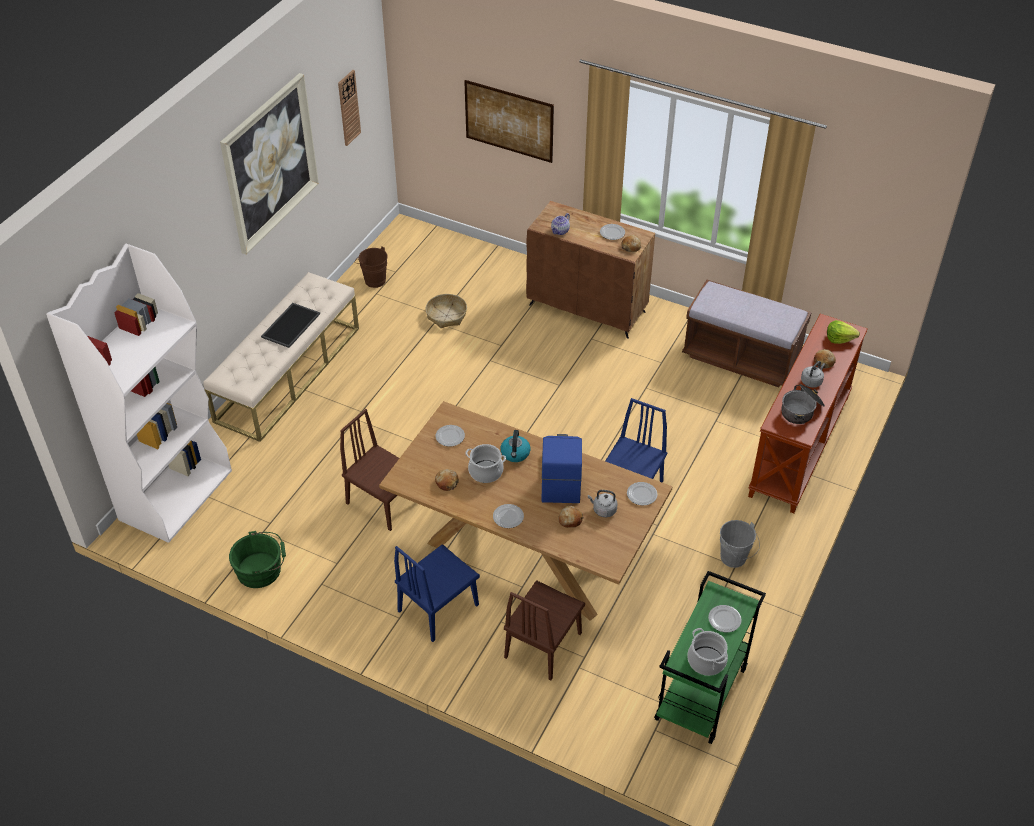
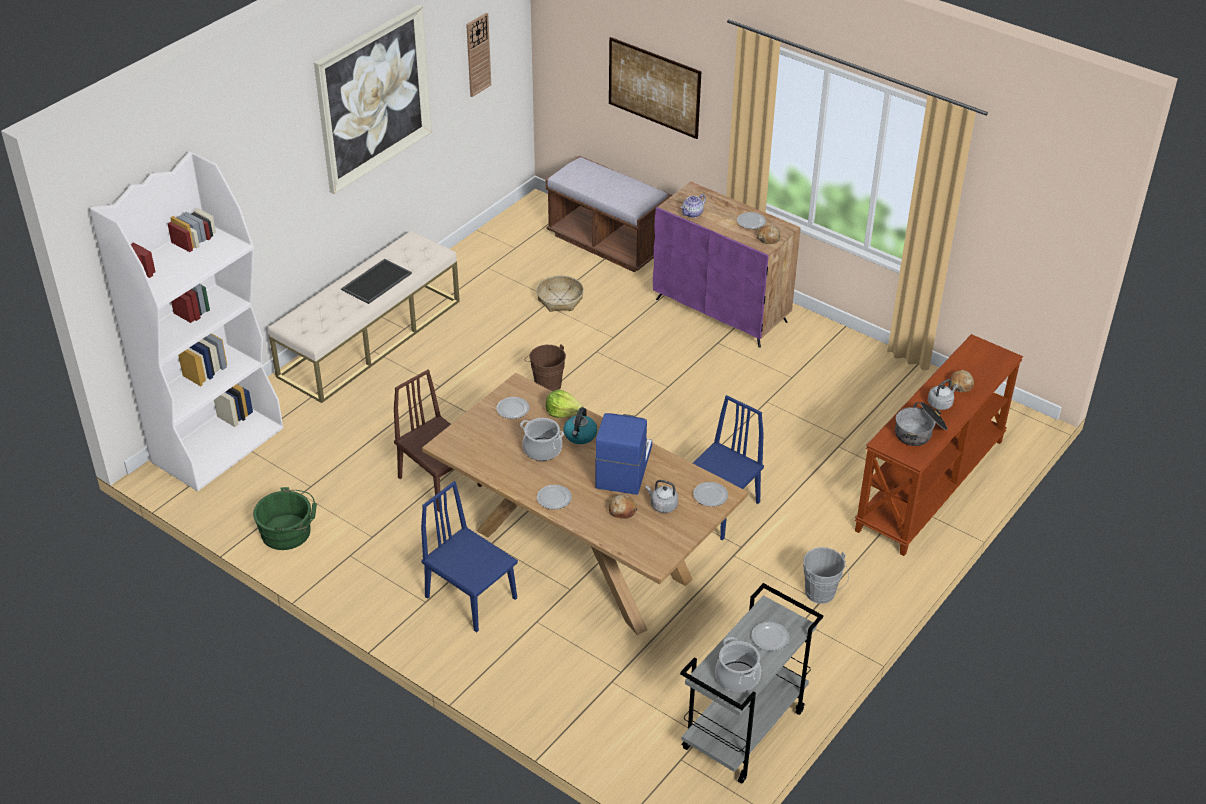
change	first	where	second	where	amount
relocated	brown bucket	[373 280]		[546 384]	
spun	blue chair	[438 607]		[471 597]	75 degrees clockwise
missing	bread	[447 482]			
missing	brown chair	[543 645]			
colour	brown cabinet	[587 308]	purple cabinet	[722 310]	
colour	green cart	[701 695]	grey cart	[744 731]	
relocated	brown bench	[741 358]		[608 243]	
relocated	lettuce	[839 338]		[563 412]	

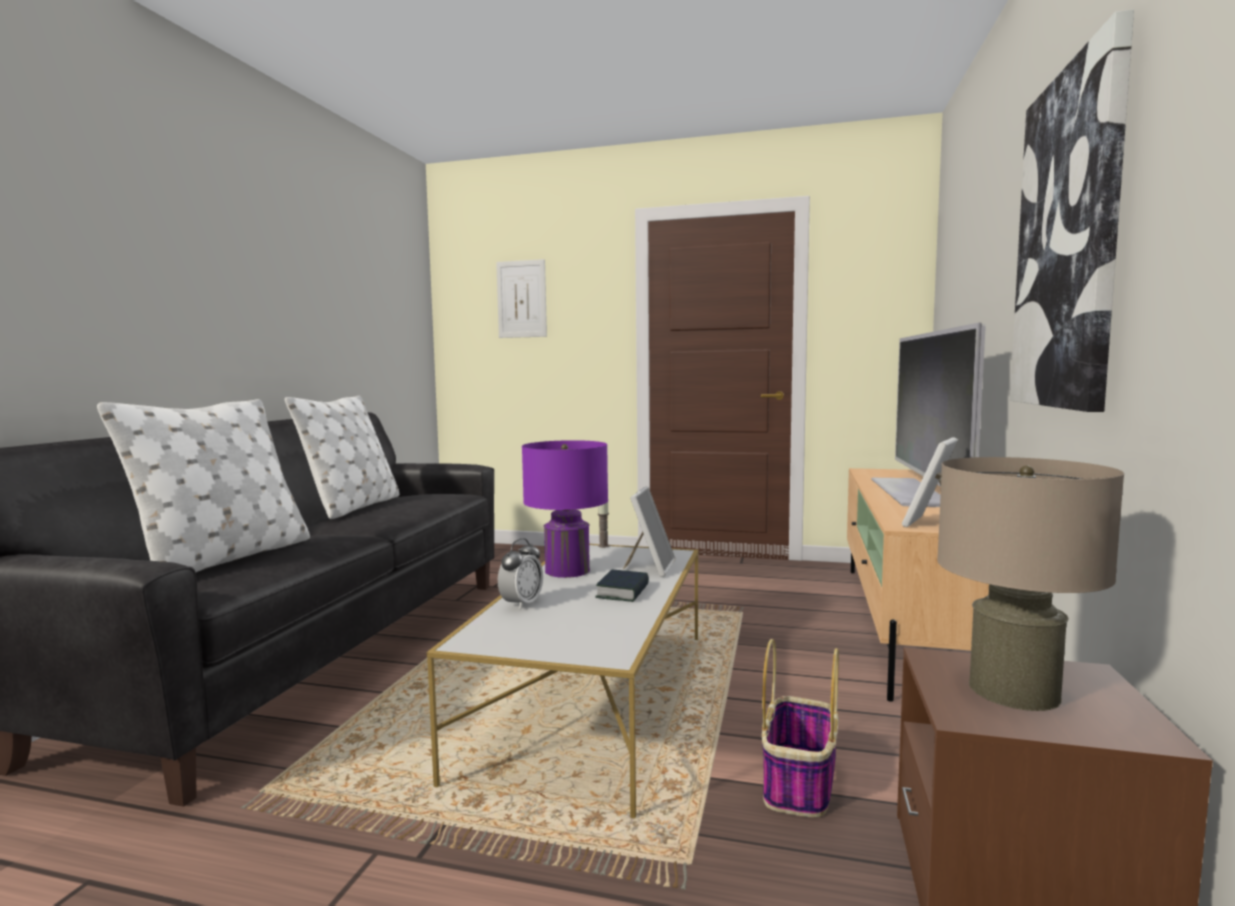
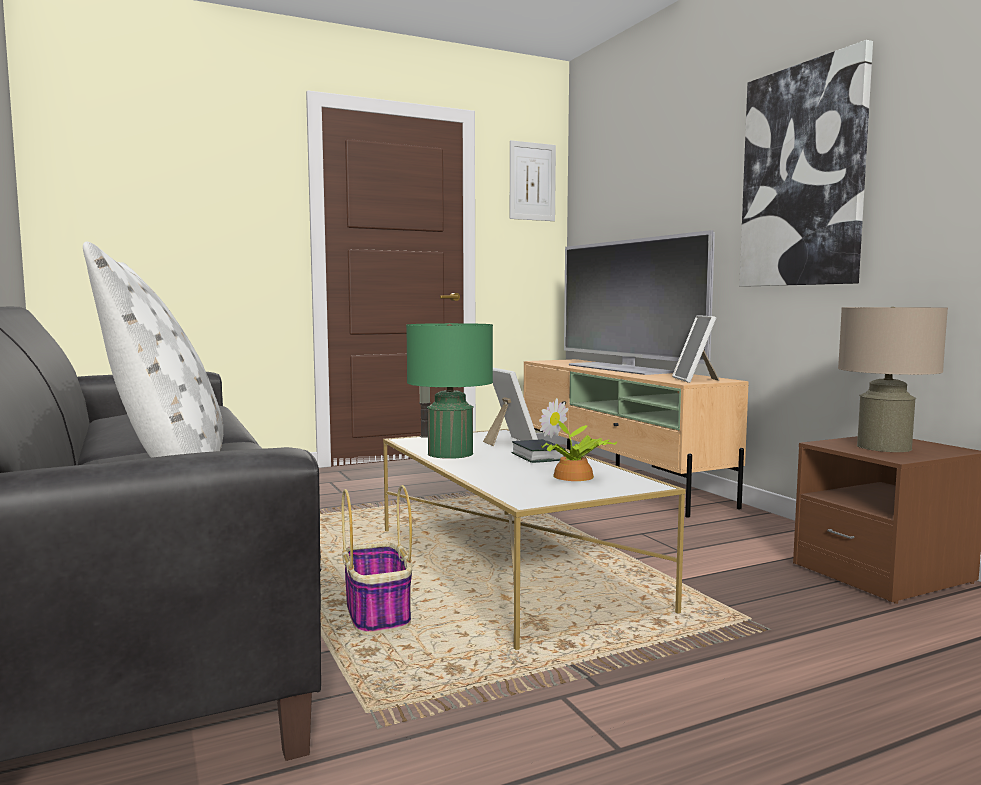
change	first	where	second	where	amount
missing	white pillow	[353 507]			
relocated	picture	[521 299]		[532 181]	
missing	alarm clock	[521 604]			
colour	purple table lamp	[567 570]	green table lamp	[450 453]	
relocated	basket	[799 784]		[378 614]	
appeared			potted plant	[573 477]	

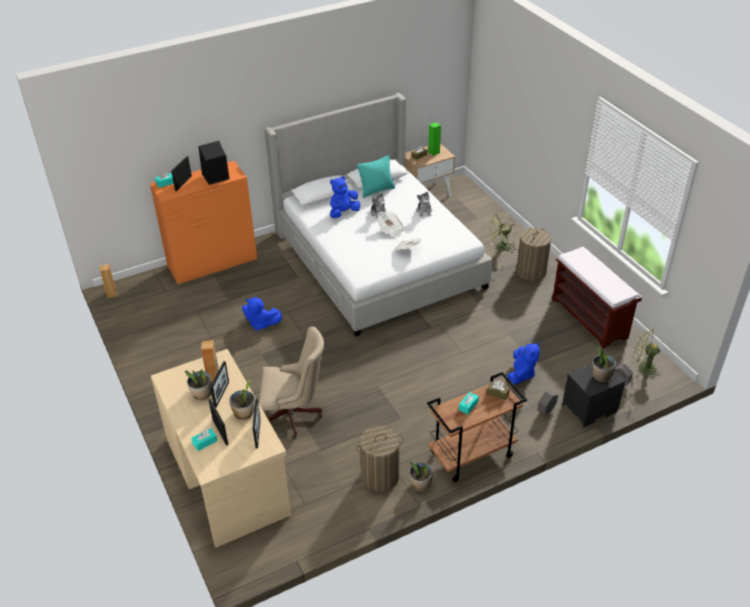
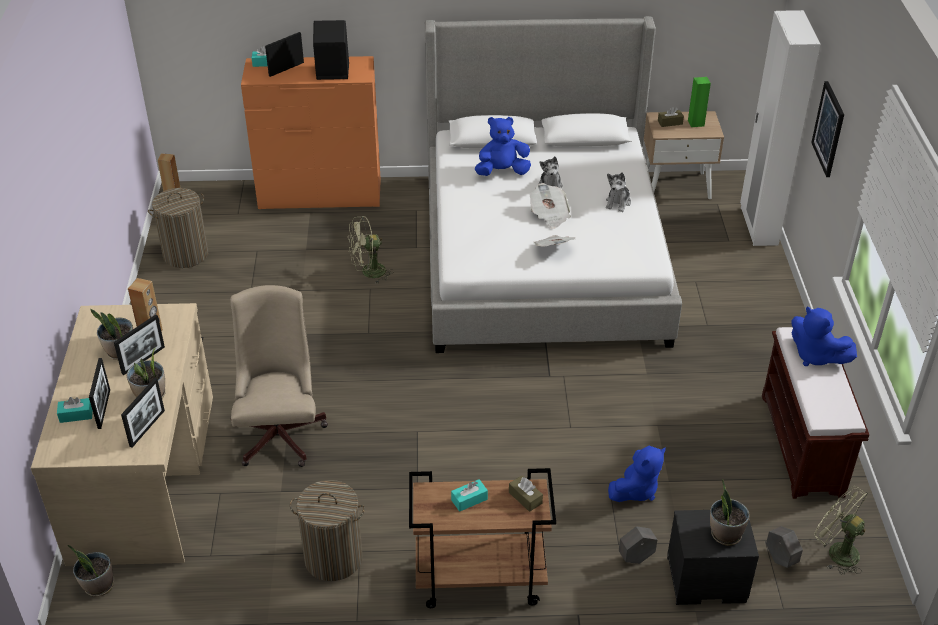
change	first	where	second	where	amount
relocated	blue plush toy	[261 324]		[815 356]	
spun	beige office chair	[294 415]		[280 431]	120 degrees counterclockwise
missing	turquoise pillow	[376 190]			
relocated	potted plant	[420 484]		[98 586]	
relocated	green fan	[501 248]		[368 273]	
relocated	laundry basket	[531 272]		[186 254]	
appeared			white wardrobe	[758 226]	
appeared			picture	[828 129]	

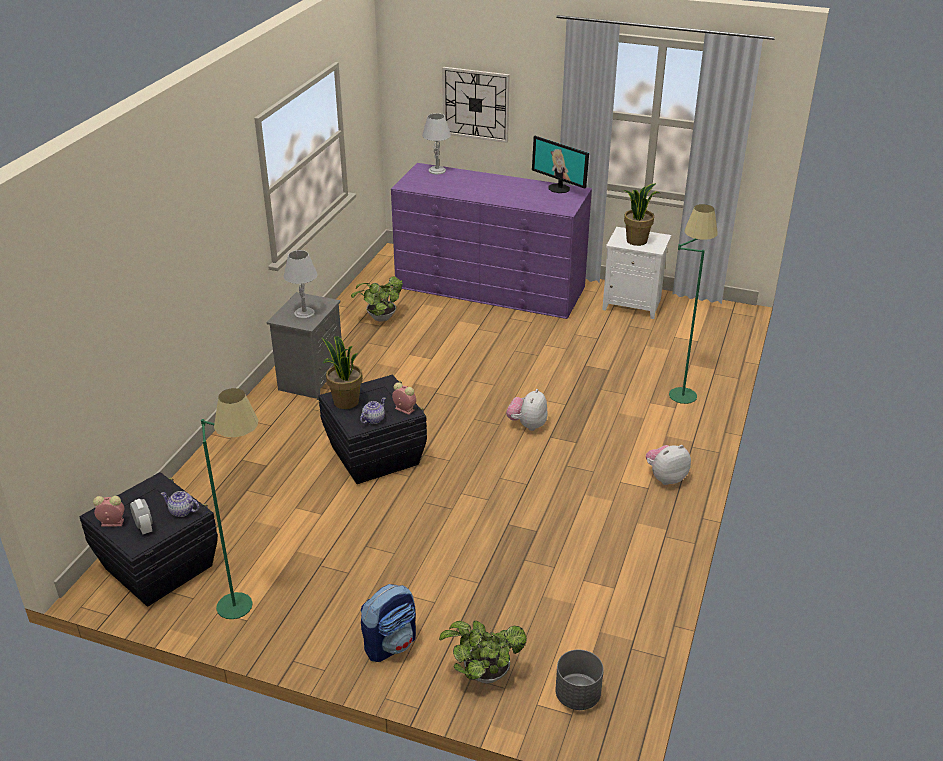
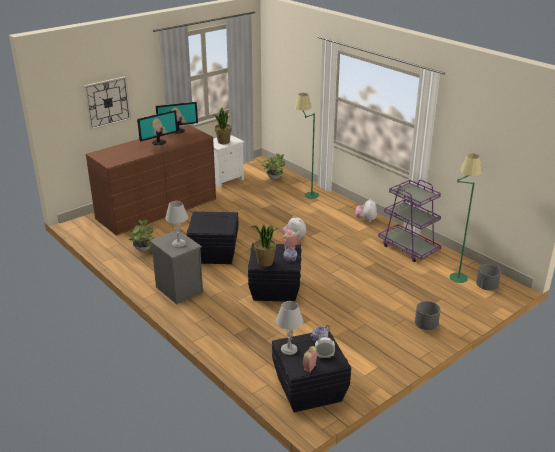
change	first	where	second	where	amount
relocated	green floor lamp	[249 599]		[456 273]	
exchanged	backpack	[390 644]	grey planter	[425 325]	
colour	purple dresser	[490 287]	brown dresser	[157 208]	
relocated	grey table lamp	[437 170]		[288 349]	
relocated	potted plant	[483 674]		[273 178]	
appeared			monitor	[159 142]	
appeared			black storage box	[214 253]	
appeared			purple cart	[408 248]	

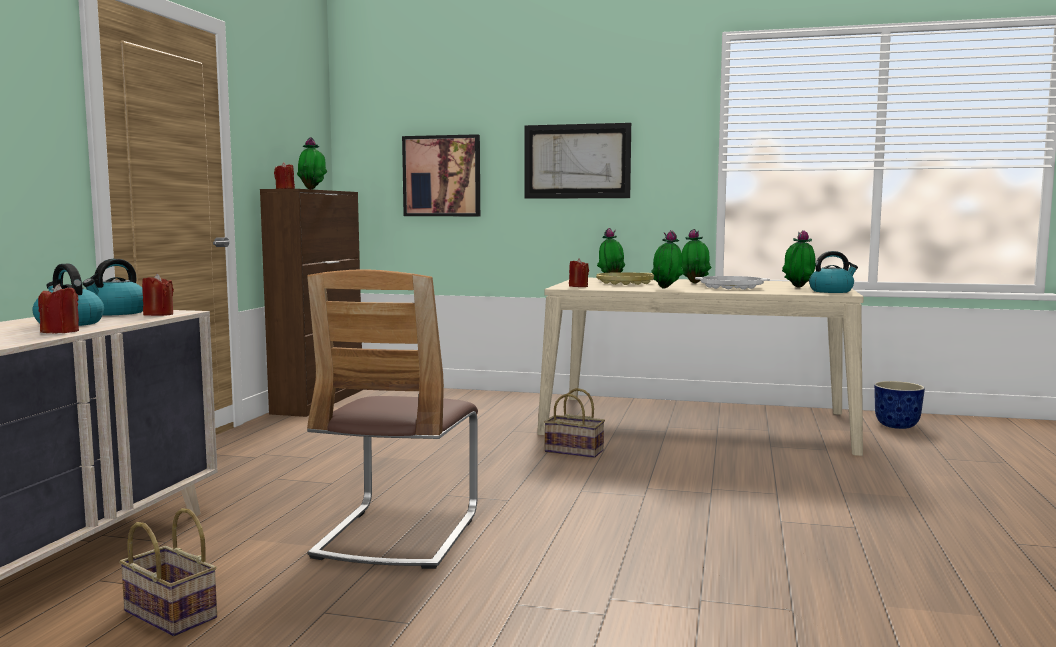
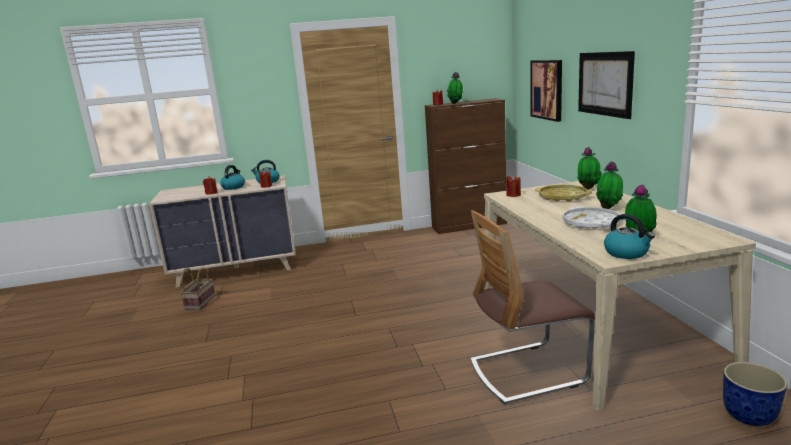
change	first	where	second	where	amount
relocated	chair	[398 534]		[527 372]	
missing	basket	[576 451]			
missing	potted plant	[666 288]			

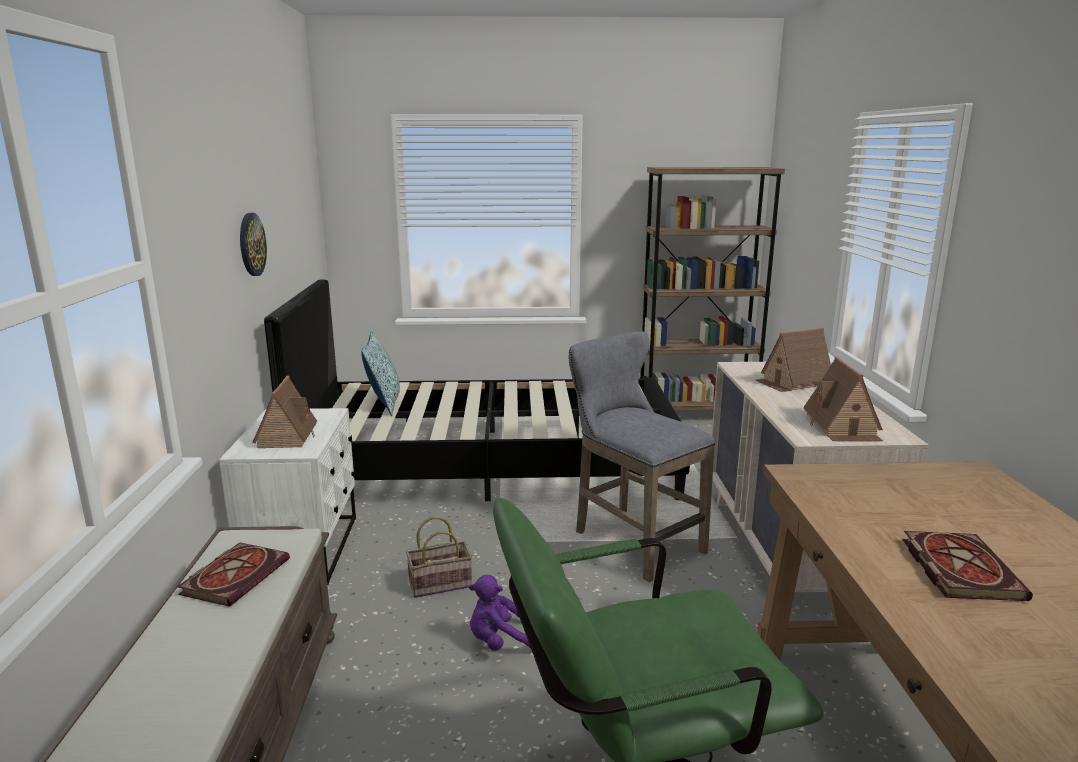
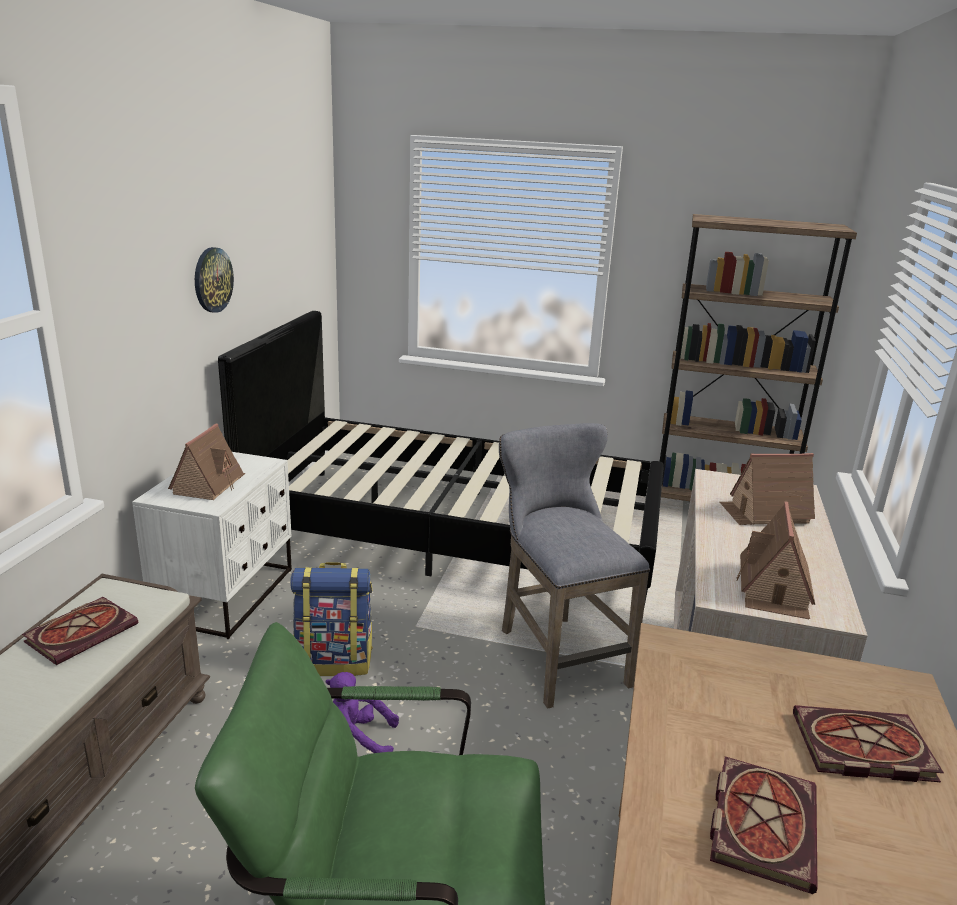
change	first	where	second	where	amount
missing	pillow	[384 403]			
exchanged	basket	[441 583]	backpack	[335 661]	
appeared			book	[860 749]	

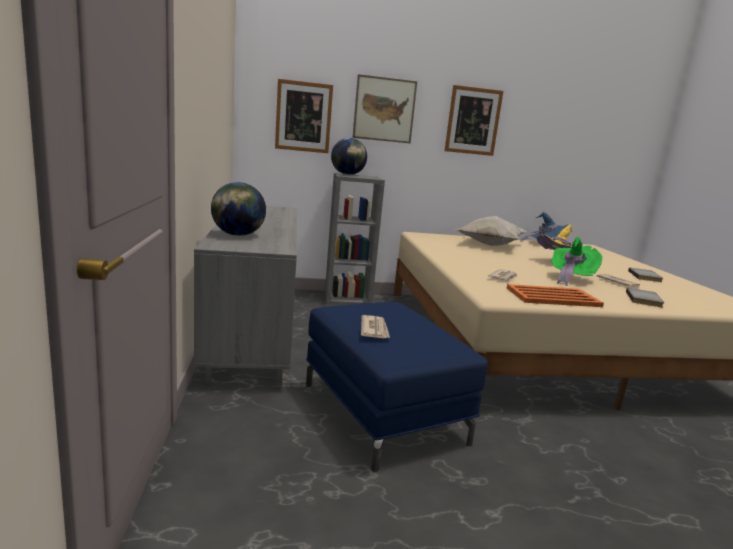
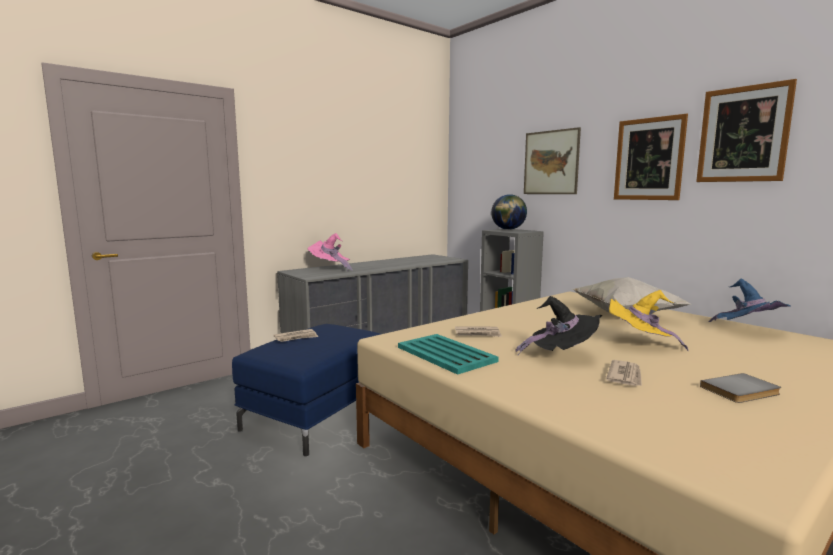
change	first	where	second	where	amount
exchanged	globe	[237 235]	pink hat	[330 268]	
relocated	picture	[303 117]		[743 134]	
colour	orange tray	[553 297]	turquoise tray	[446 354]	
colour	green hat	[570 279]	black hat	[561 355]	
missing	grey book	[645 299]			

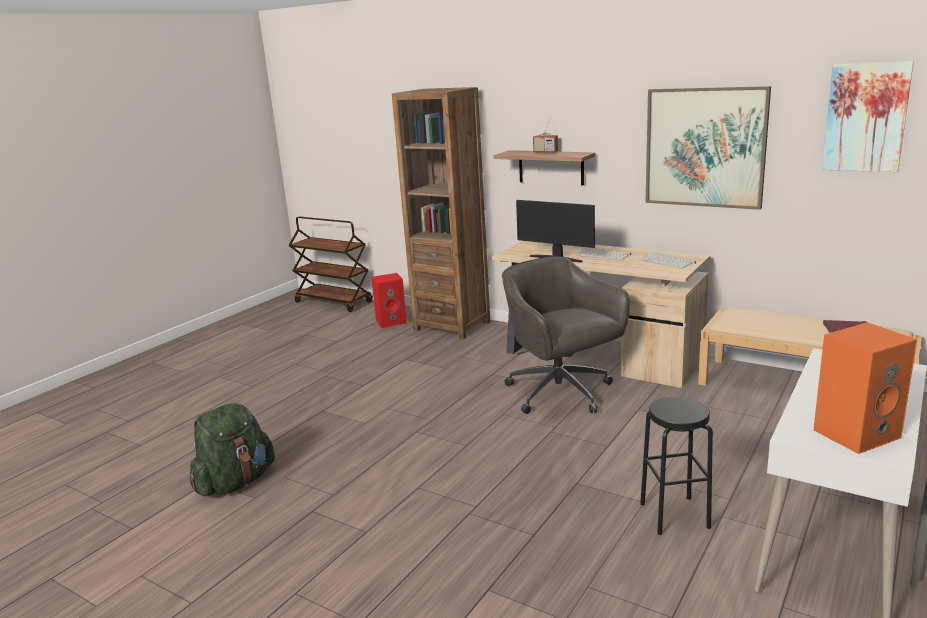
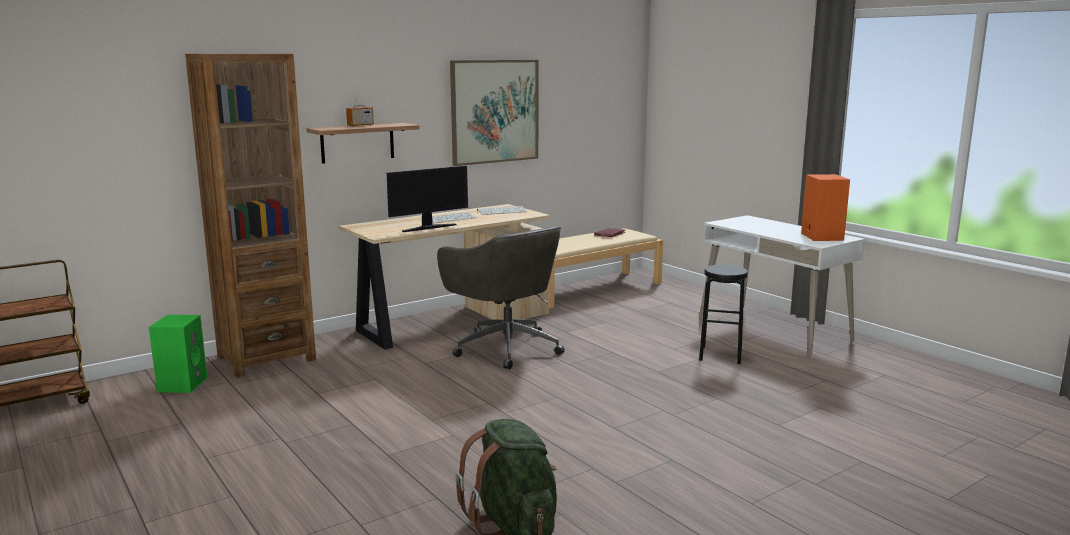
change	first	where	second	where	amount
colour	red speaker	[392 321]	green speaker	[182 384]	
spun	grey office chair	[561 393]		[505 347]	120 degrees counterclockwise
missing	picture	[866 117]			

